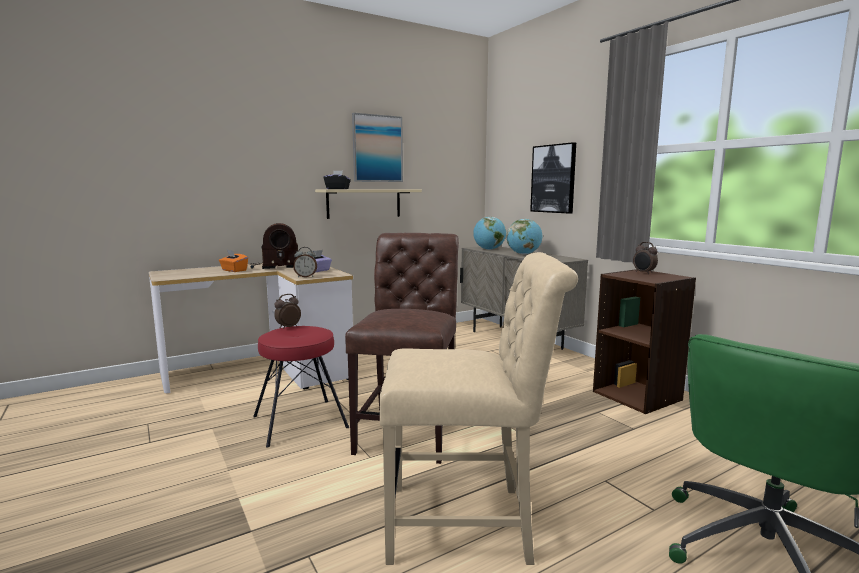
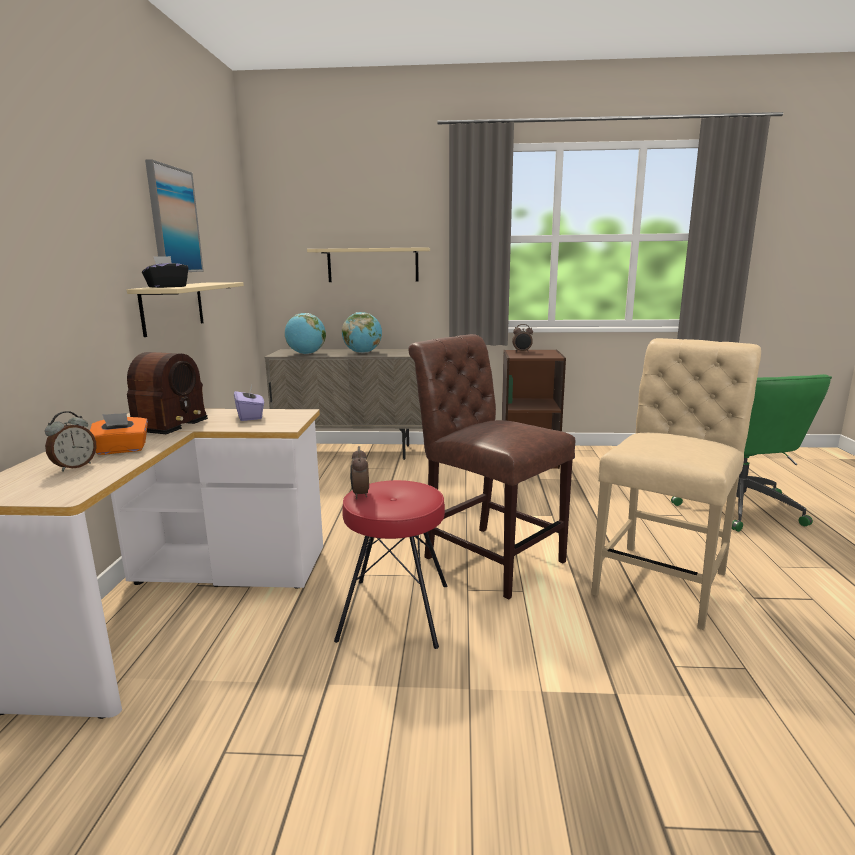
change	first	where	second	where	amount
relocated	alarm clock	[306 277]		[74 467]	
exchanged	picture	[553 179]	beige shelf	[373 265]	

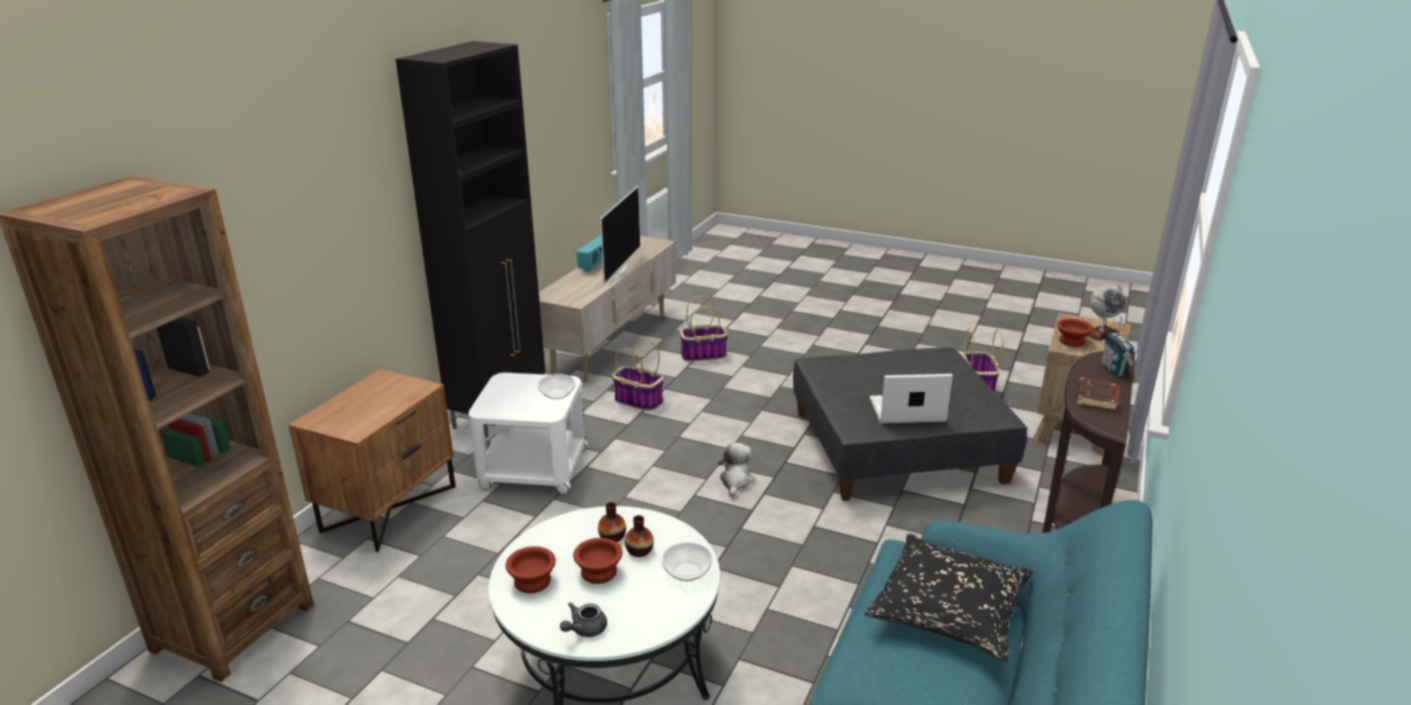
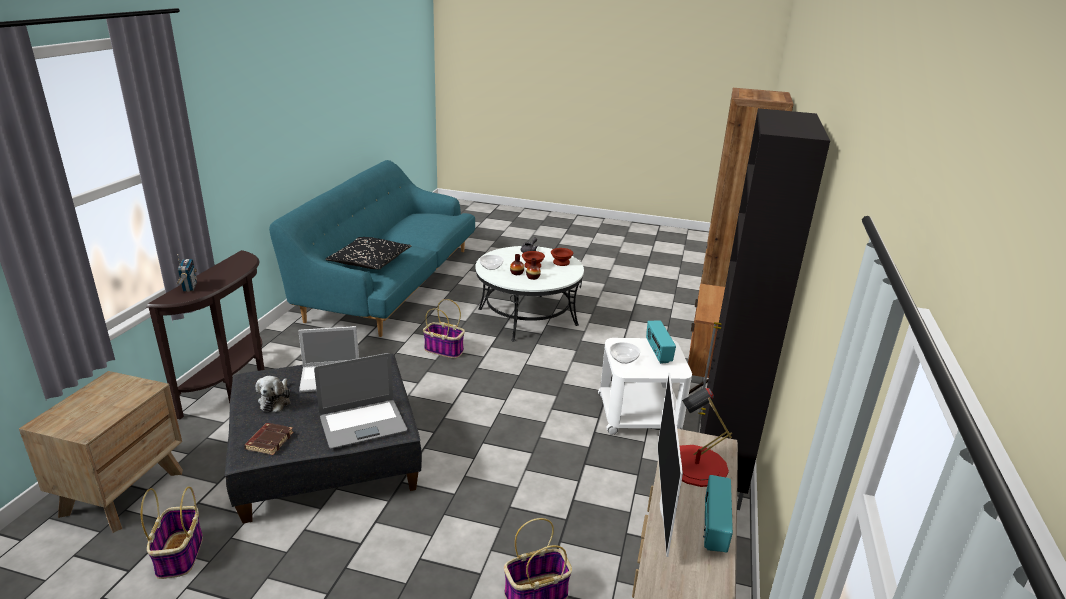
change	first	where	second	where	amount
relocated	basket	[637 401]		[445 350]	
relocated	plush toy	[736 481]		[276 401]	
missing	brown bowl	[1073 341]			
relocated	brown book	[1098 398]		[269 441]	
missing	globe	[1100 334]			
appeared			laptop	[362 424]	
appeared			radio	[658 352]	
appeared			red table lamp	[696 466]	

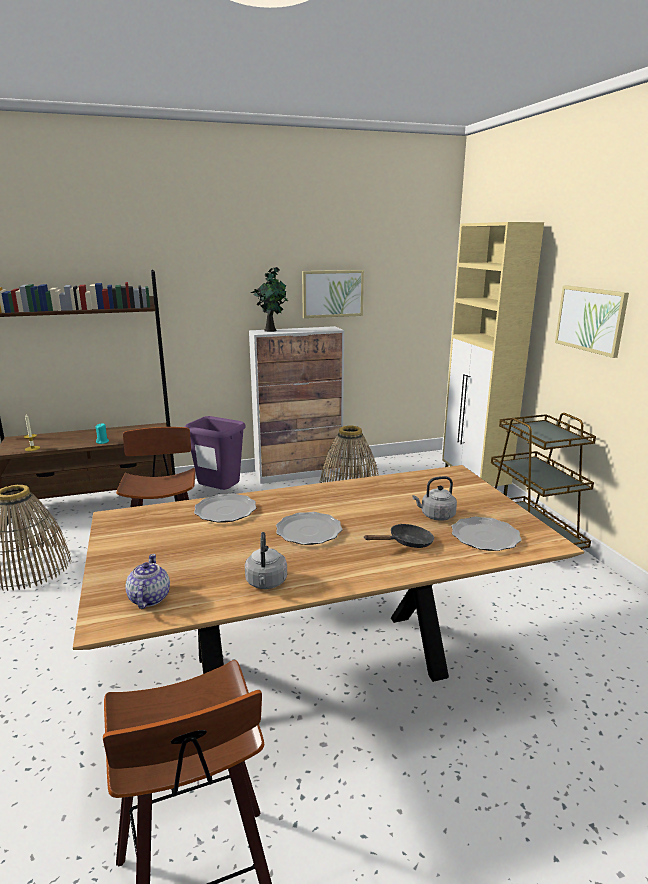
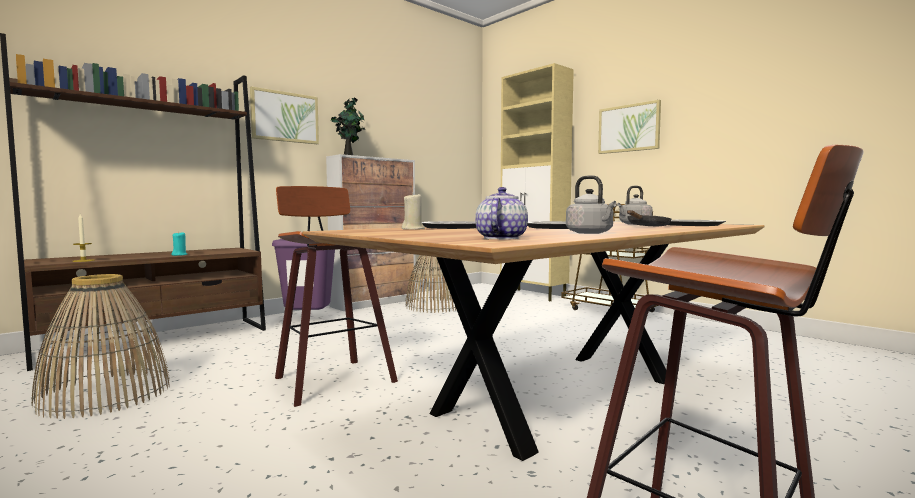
change	first	where	second	where	amount
spun	teapot	[148 599]		[500 238]	45 degrees clockwise
relocated	picture	[332 293]		[285 117]	
appeared			beige candle	[413 229]	

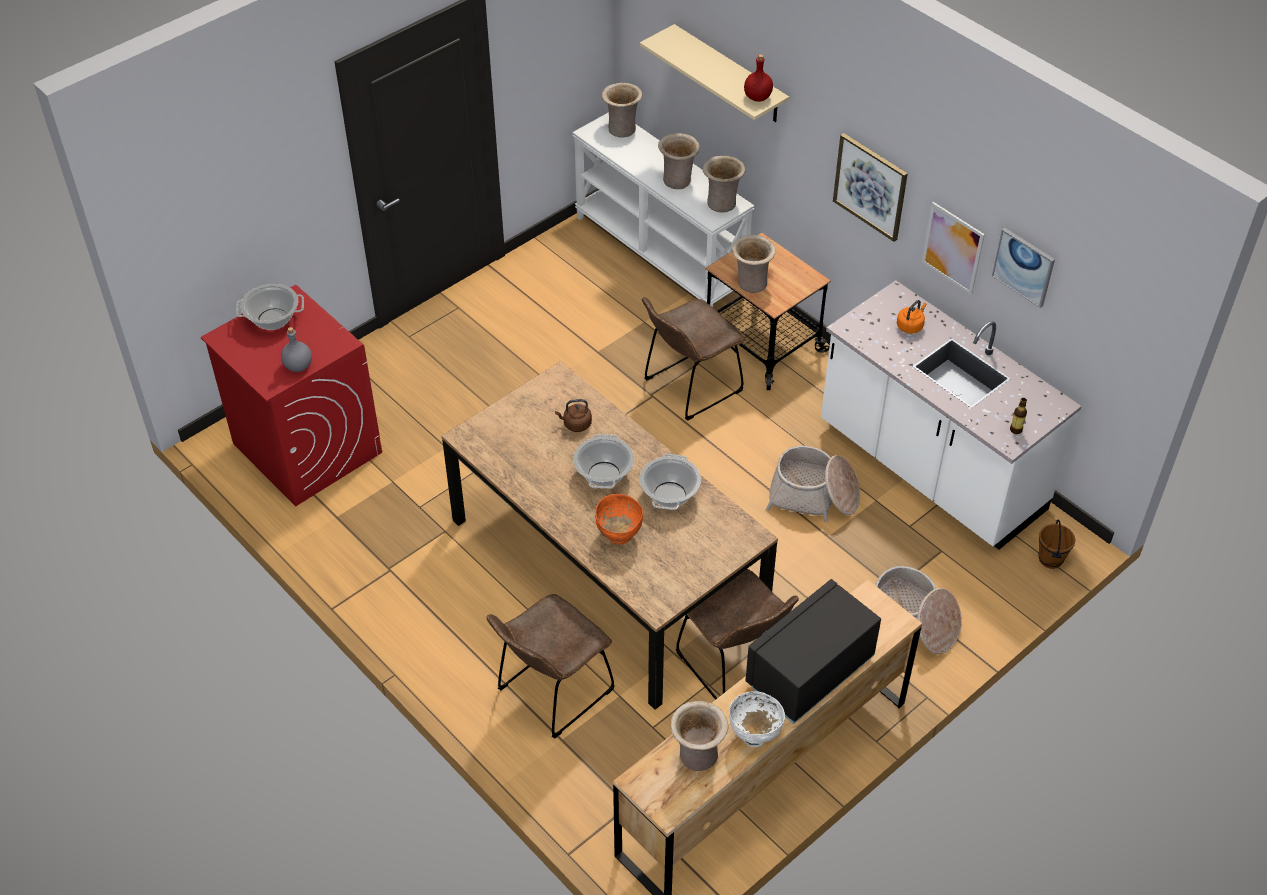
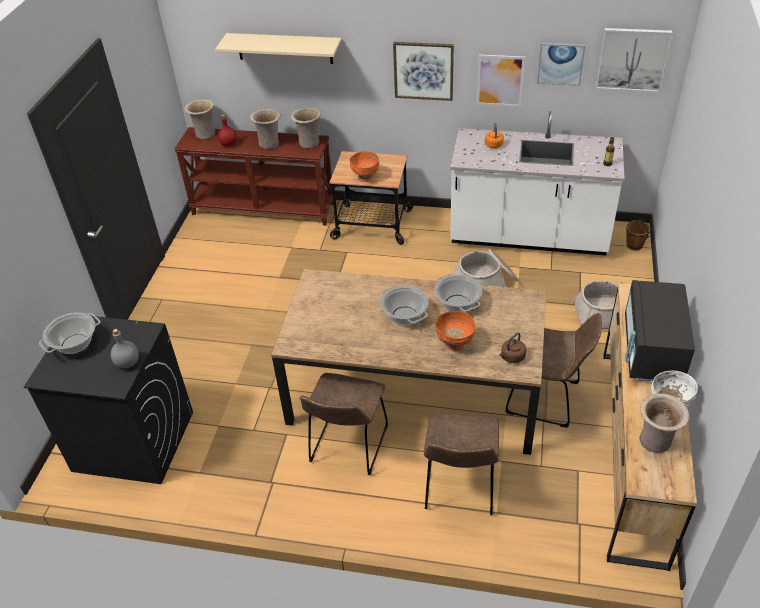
change	first	where	second	where	amount
colour	red washing machine	[306 447]	black washing machine	[133 441]	
relocated	brown kettle	[575 424]		[512 357]	
colour	white console table	[661 253]	brown console table	[264 208]	
relocated	brown chair	[689 387]		[347 447]	
exchanged	beige vase	[751 284]	orange bowl	[365 178]	
relocated	red bottle	[758 97]		[229 144]	
appeared			picture	[632 59]	

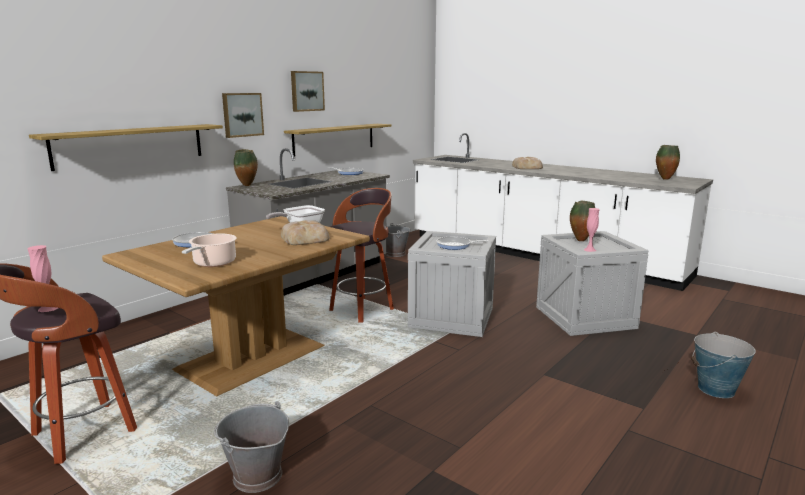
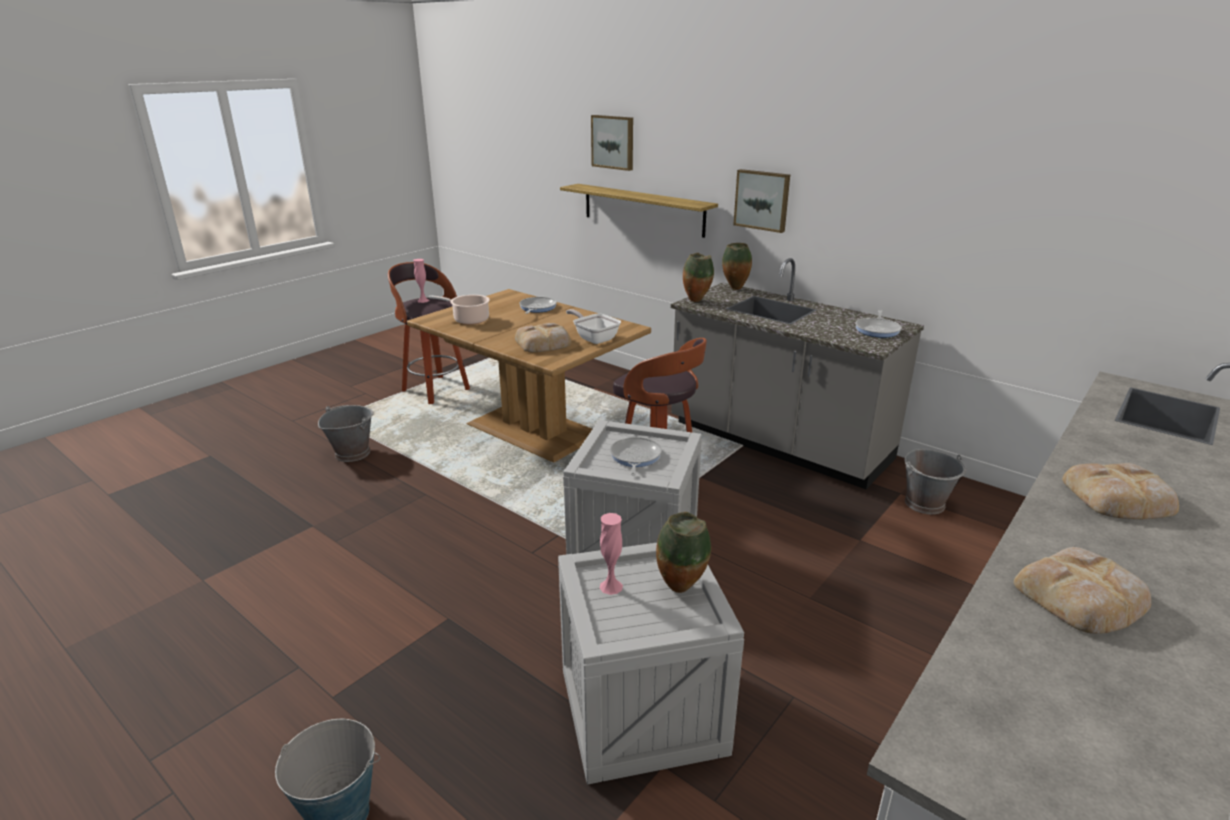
change	first	where	second	where	amount
missing	shelf	[334 139]			
relocated	picture	[306 91]		[613 142]	
relocated	vase	[664 179]		[696 301]	
appeared			bread	[1081 597]	

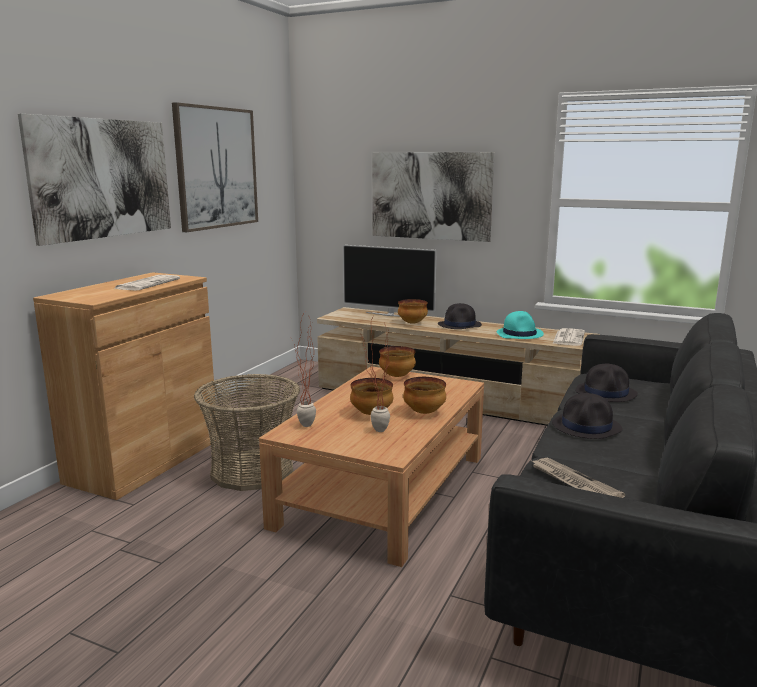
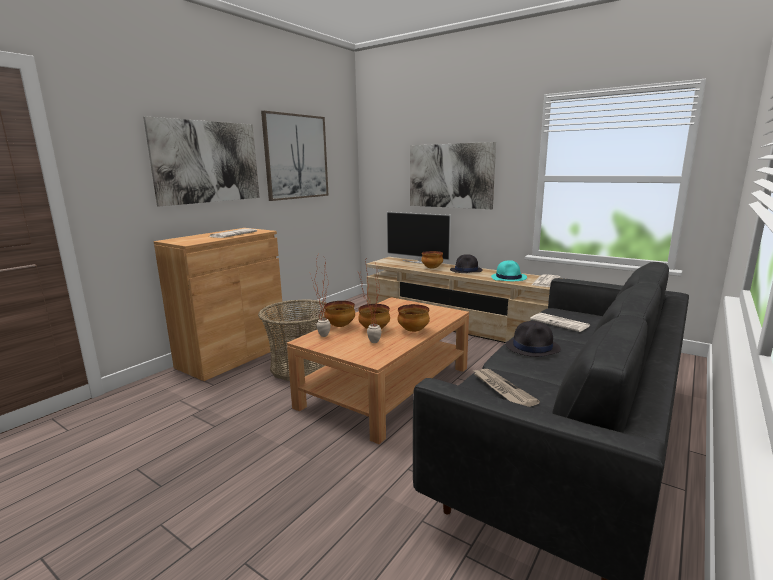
change	first	where	second	where	amount
relocated	bowl	[397 376]		[340 326]	
exchanged	black hat	[606 393]	newspaper	[560 323]	

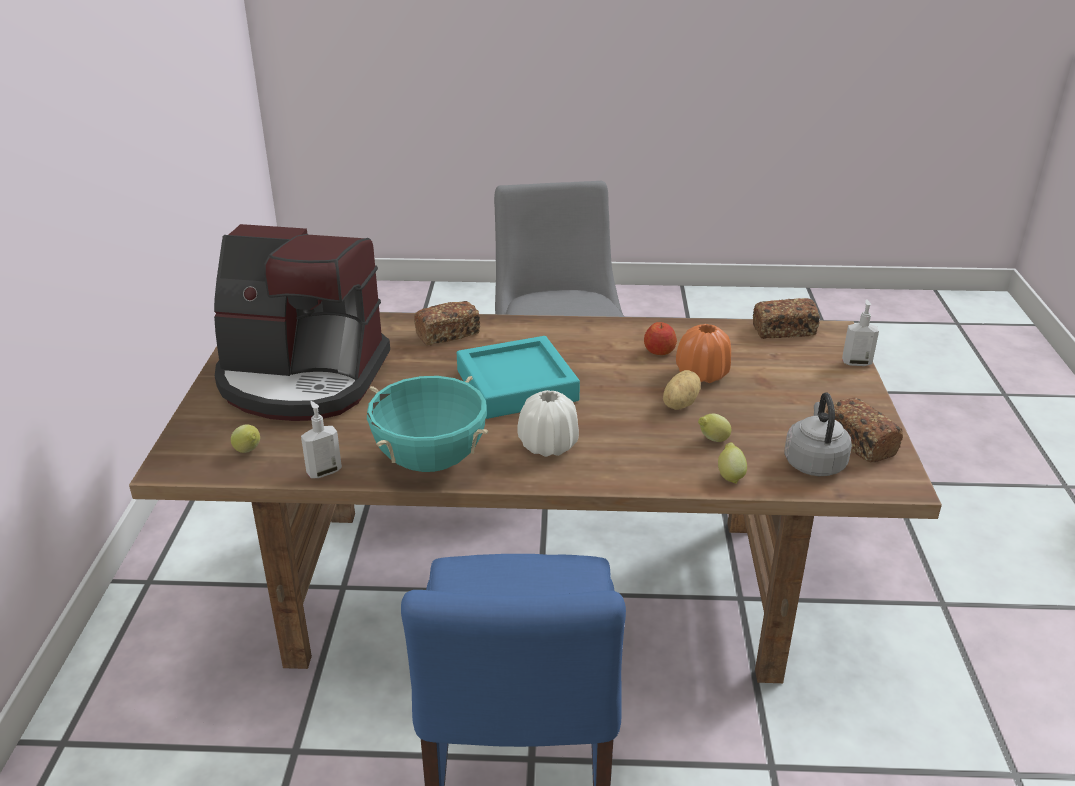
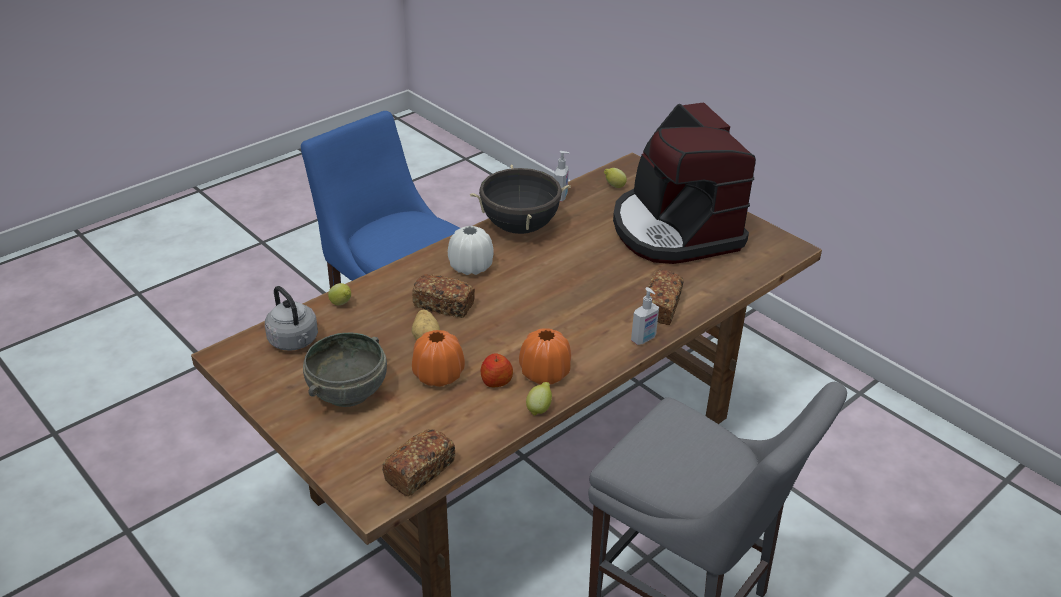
change	first	where	second	where	amount
spun	coffee machine	[302 379]		[674 230]	75 degrees counterclockwise
colour	turquoise cooking pot	[430 461]	black cooking pot	[520 227]	
missing	turquoise tray	[516 385]			
relocated	lemon	[712 440]		[539 408]	
relocated	bread	[859 442]		[444 305]	
relocated	soap dispenser	[856 362]		[644 339]	
appeared			grey bowl	[348 392]	
appeared			orange vase	[545 373]	

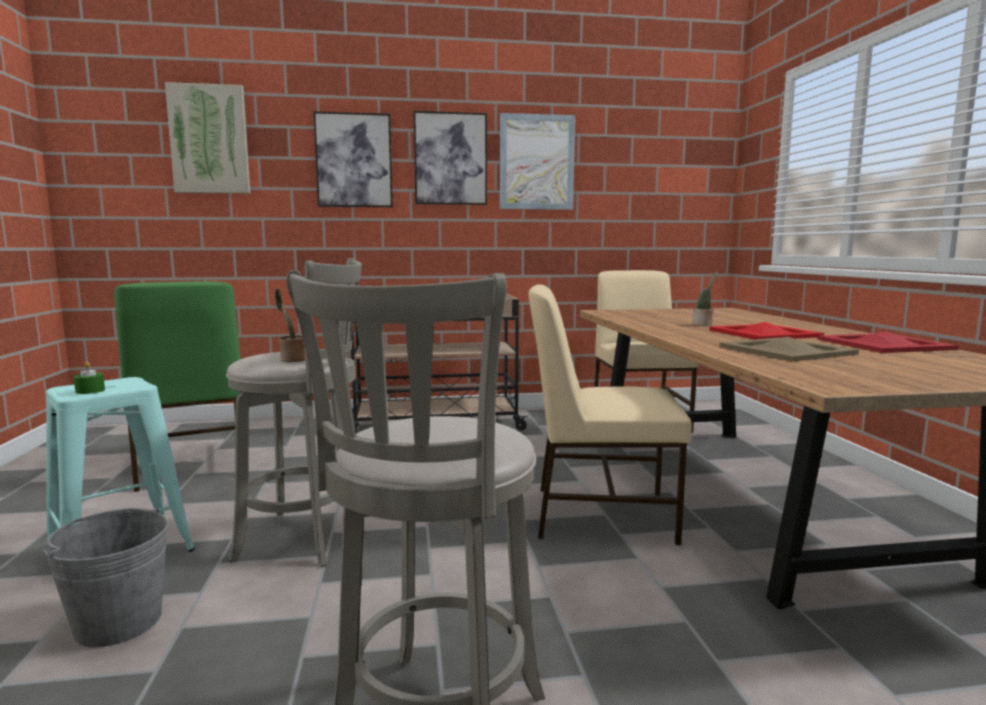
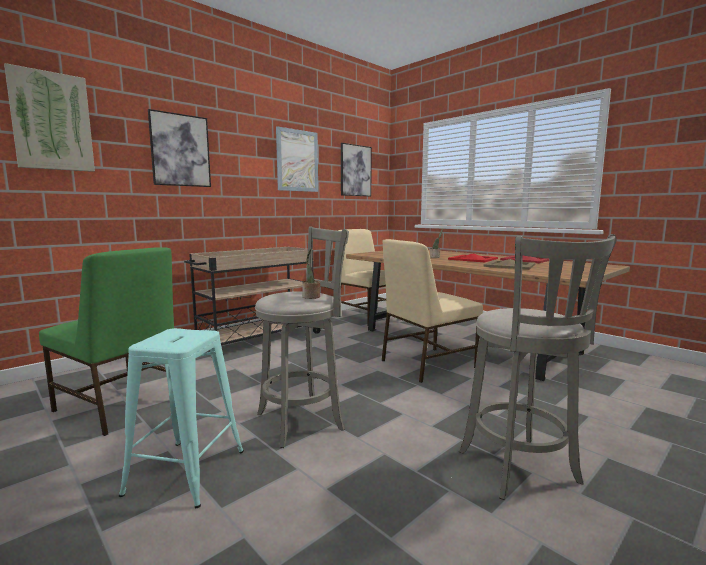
change	first	where	second	where	amount
missing	grey bucket	[118 622]			
missing	green candle	[90 391]			
relocated	picture	[450 159]		[355 170]	

